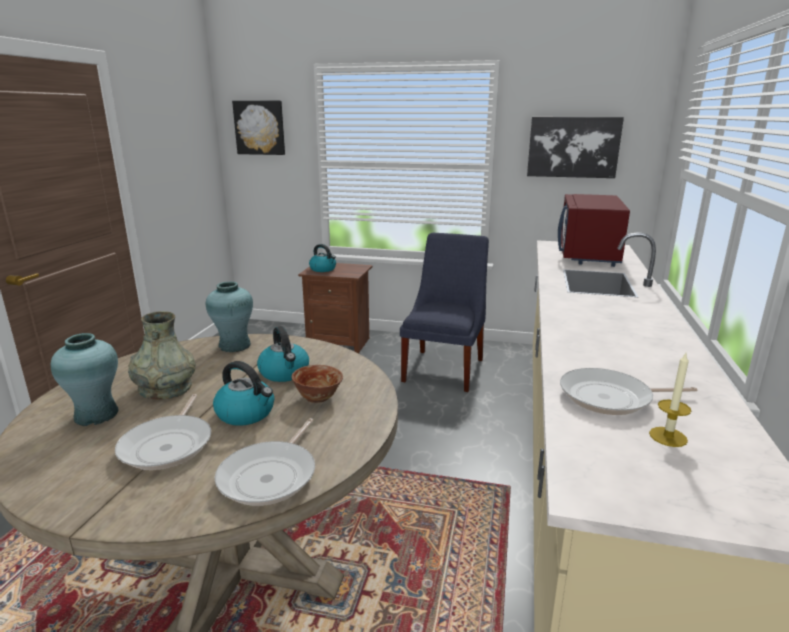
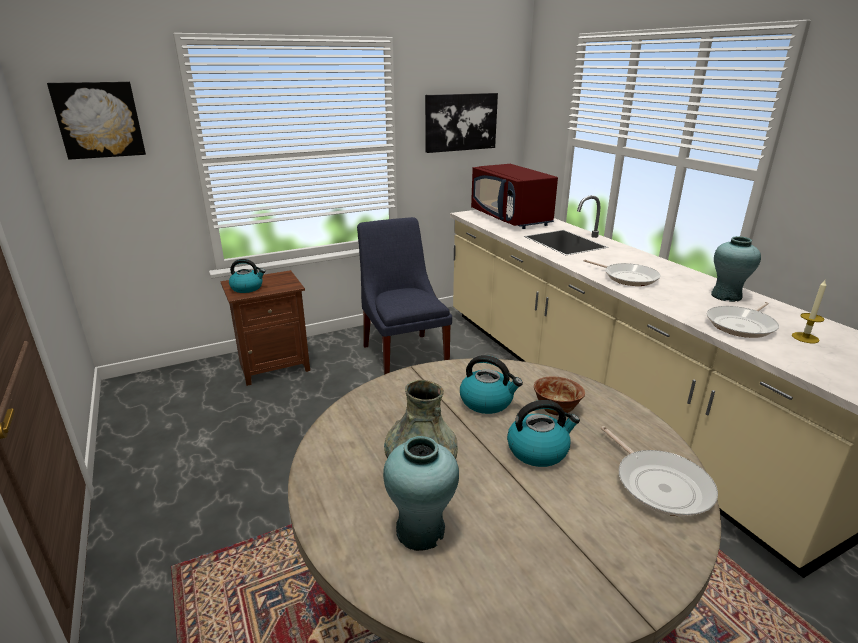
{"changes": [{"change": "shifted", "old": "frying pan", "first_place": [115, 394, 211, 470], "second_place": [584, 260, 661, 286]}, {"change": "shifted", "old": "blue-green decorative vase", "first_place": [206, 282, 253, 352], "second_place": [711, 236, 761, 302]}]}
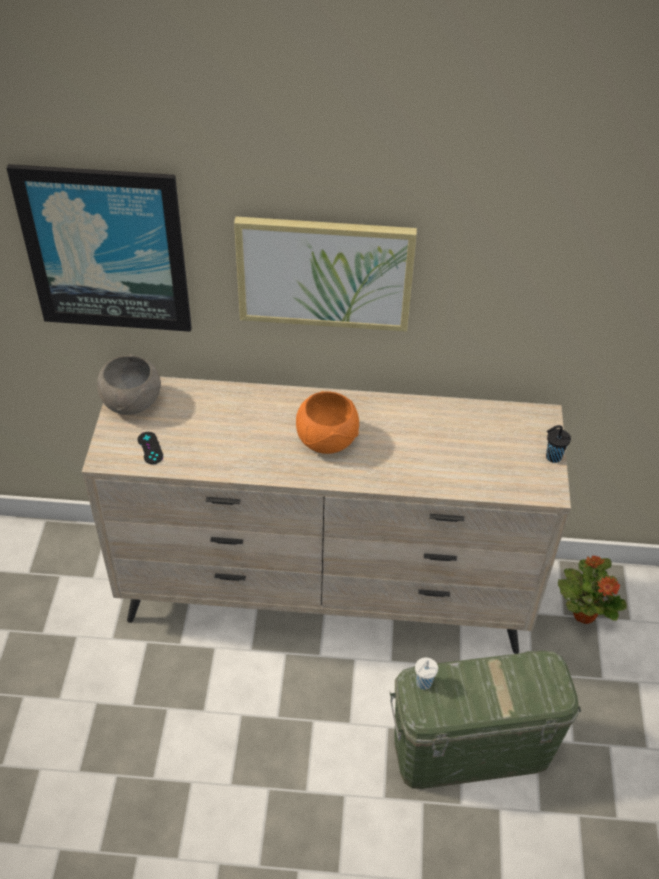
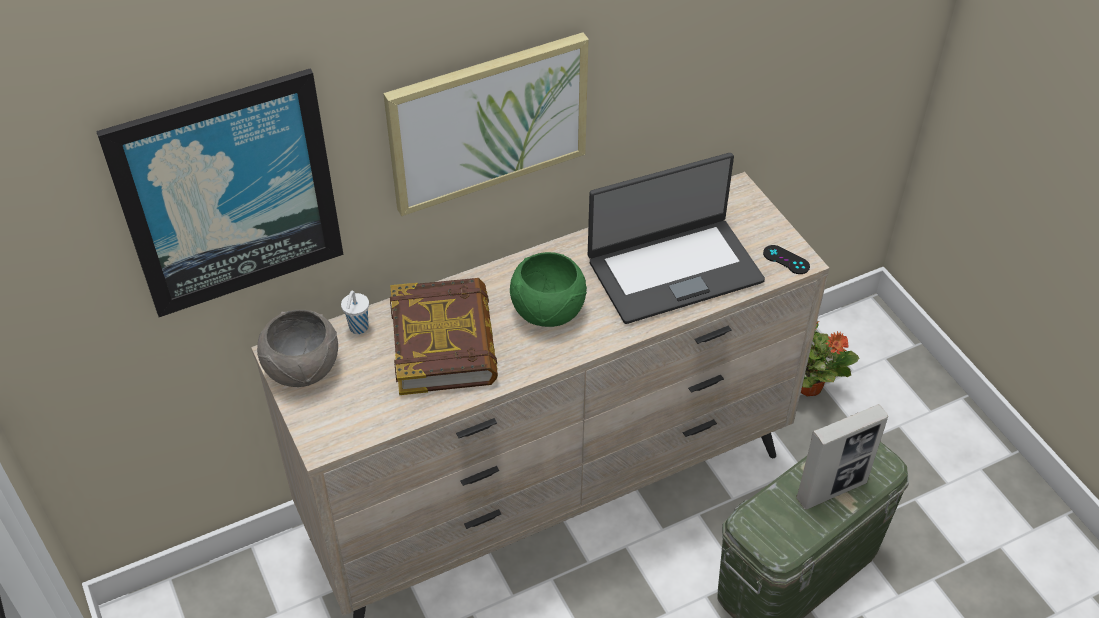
{"changes": [{"change": "gone", "old": "black-coloured small cup", "first_place": [546, 425, 571, 463]}, {"change": "new", "new": "book", "second_place": [390, 278, 498, 395]}, {"change": "new", "new": "laptop", "second_place": [588, 153, 765, 324]}, {"change": "new", "new": "picture frame", "second_place": [796, 404, 888, 510]}, {"change": "shifted", "old": "black-coloured gamepad", "first_place": [138, 432, 163, 464], "second_place": [763, 245, 810, 274]}, {"change": "shifted", "old": "white-coloured small cup", "first_place": [415, 658, 438, 690], "second_place": [341, 291, 369, 334]}, {"change": "repainted", "old": "orange-coloured bowl", "new": "green bowl", "first_place": [296, 391, 359, 454], "second_place": [510, 252, 587, 327]}]}
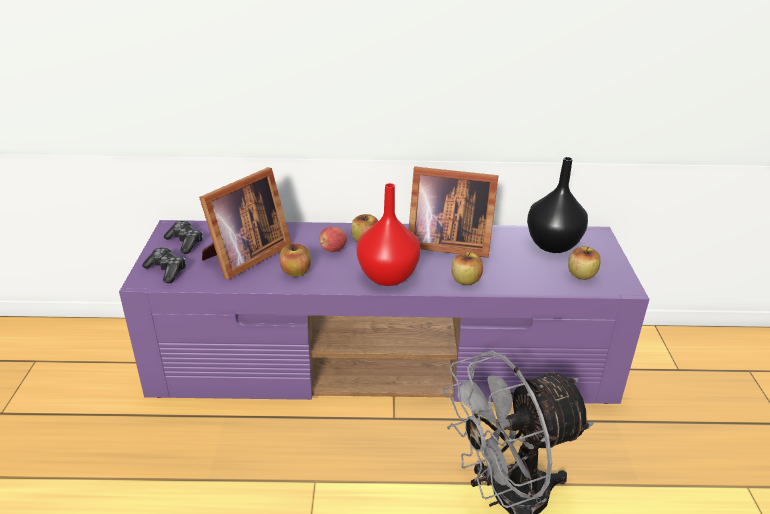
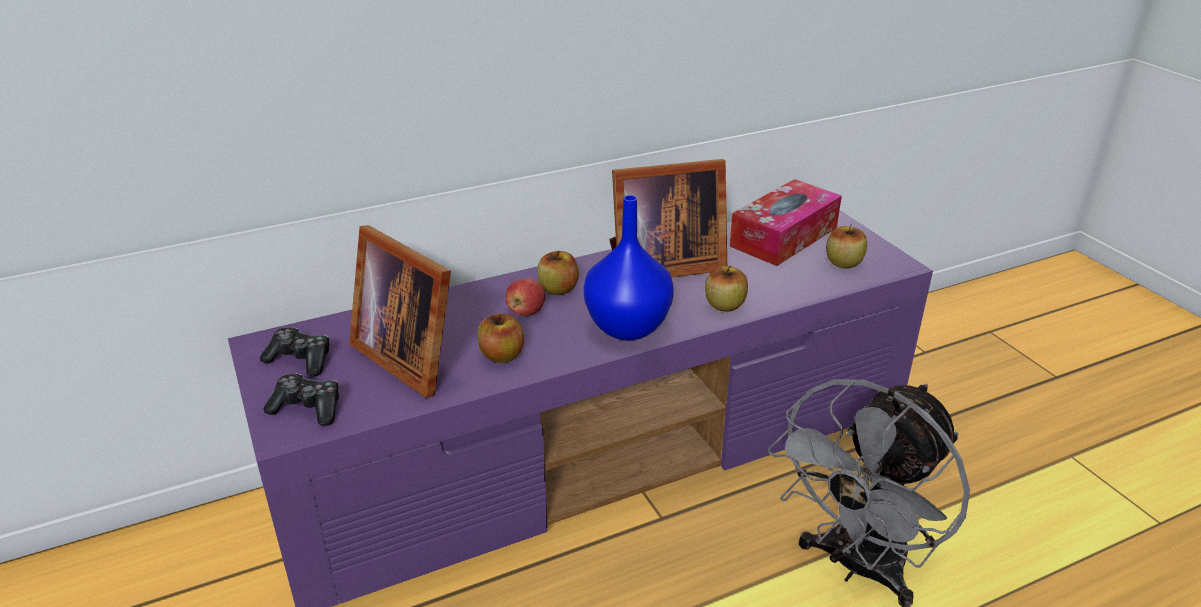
{"changes": [{"change": "swapped", "old": "black-coloured decorative vase", "new": "box of tissues", "first_place": [527, 157, 588, 253], "second_place": [730, 179, 842, 266]}, {"change": "repainted", "old": "reddish decorative vase", "new": "bluish decorative vase", "first_place": [357, 183, 420, 286], "second_place": [584, 195, 674, 341]}, {"change": "rotated", "old": "picture frame", "first_place": [199, 168, 292, 280], "second_place": [349, 225, 451, 398], "degrees": 120}]}
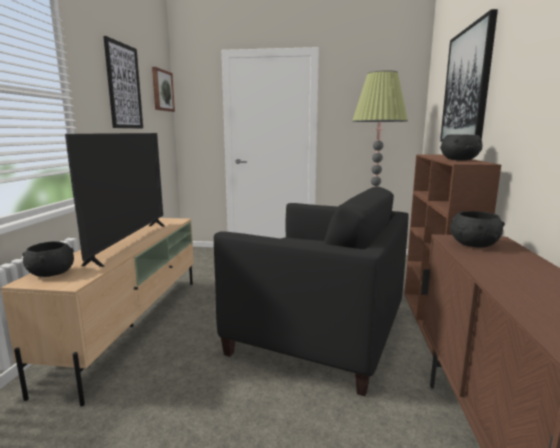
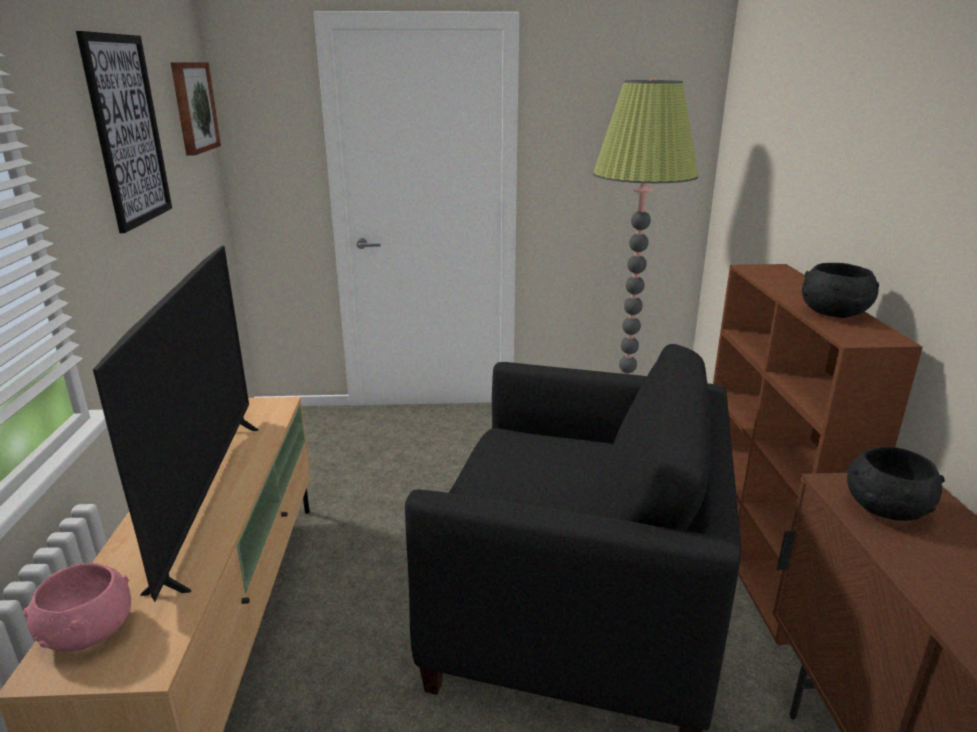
{"changes": [{"change": "gone", "old": "wall art", "first_place": [440, 9, 498, 142]}, {"change": "repainted", "old": "black-coloured bowl", "new": "pink bowl", "first_place": [23, 241, 74, 277], "second_place": [23, 563, 131, 651]}]}
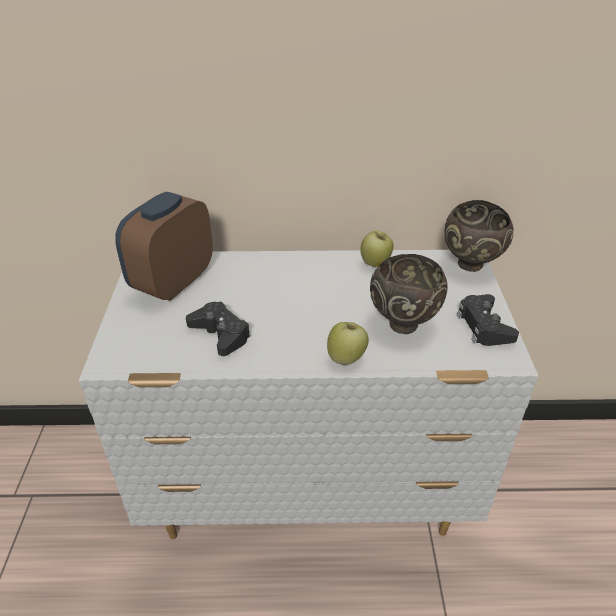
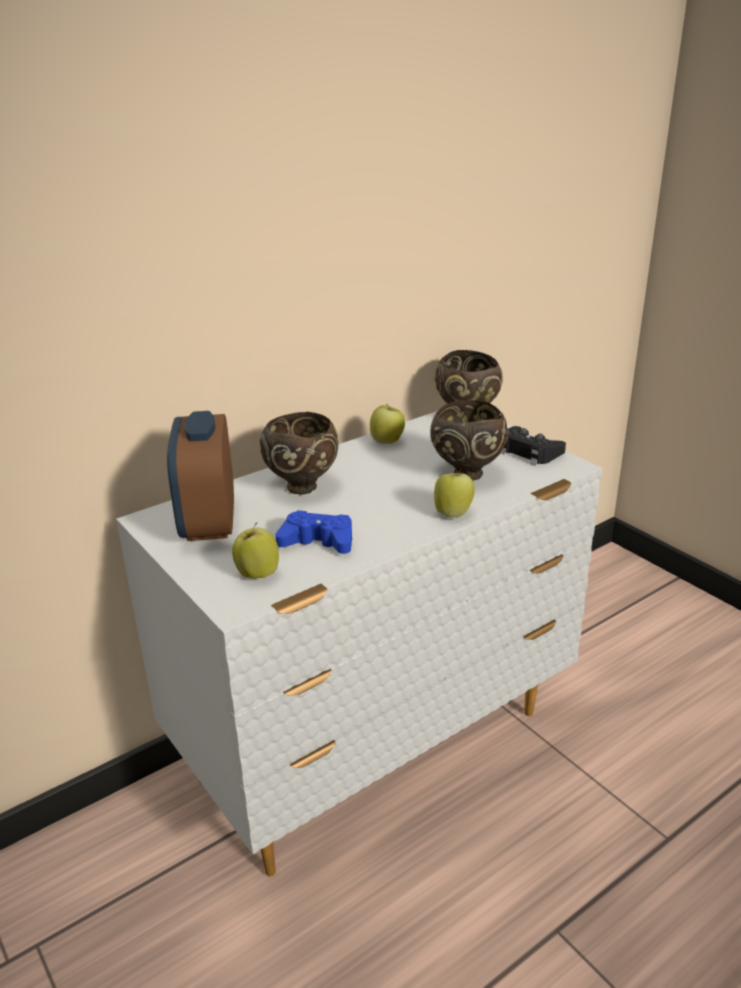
{"changes": [{"change": "new", "new": "apple", "second_place": [232, 522, 279, 578]}, {"change": "new", "new": "brownish bowl", "second_place": [260, 412, 339, 494]}, {"change": "repainted", "old": "black-coloured gamepad", "new": "bluish gamepad", "first_place": [186, 301, 251, 356], "second_place": [275, 510, 352, 554]}]}
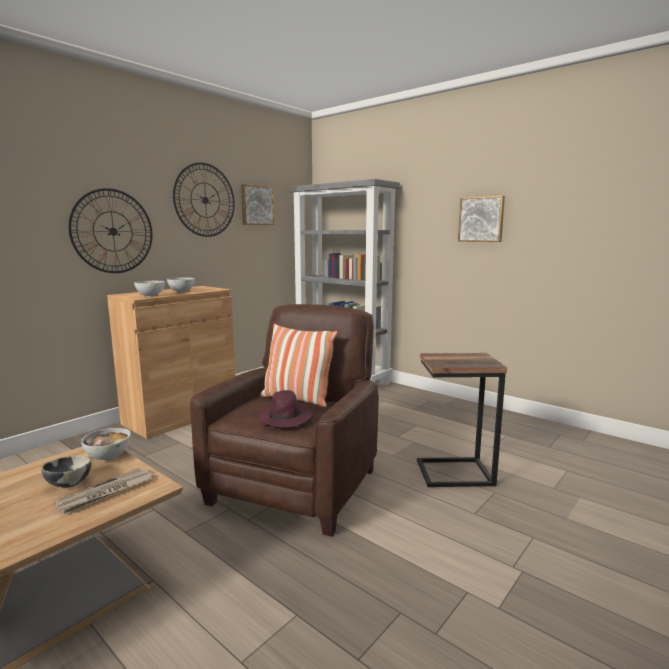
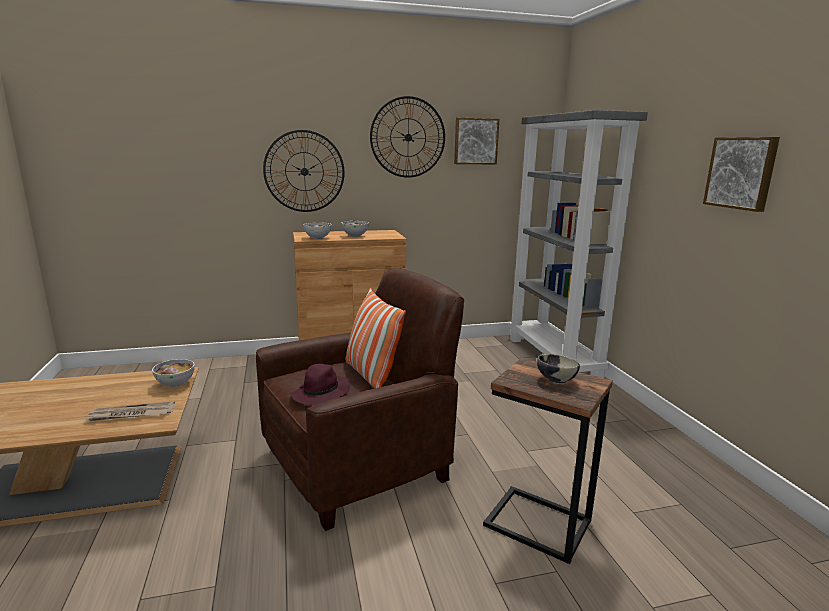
{"changes": [{"change": "shifted", "old": "bowl", "first_place": [41, 456, 91, 488], "second_place": [537, 354, 580, 383]}]}
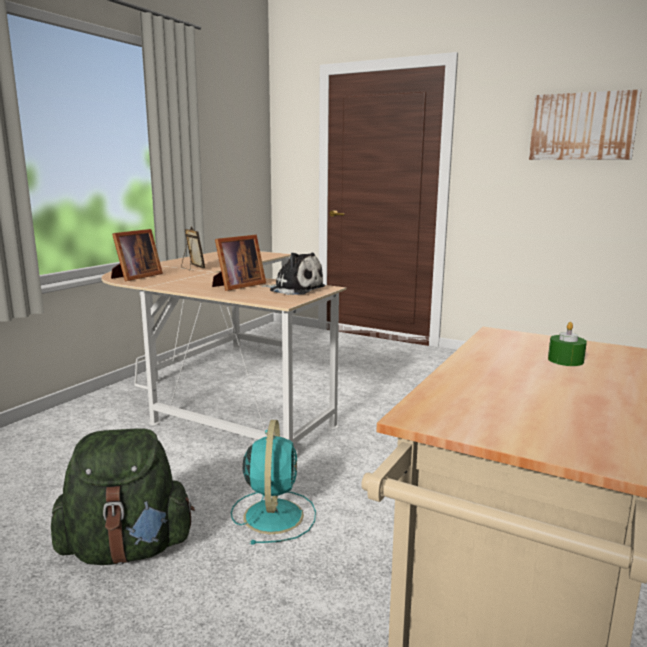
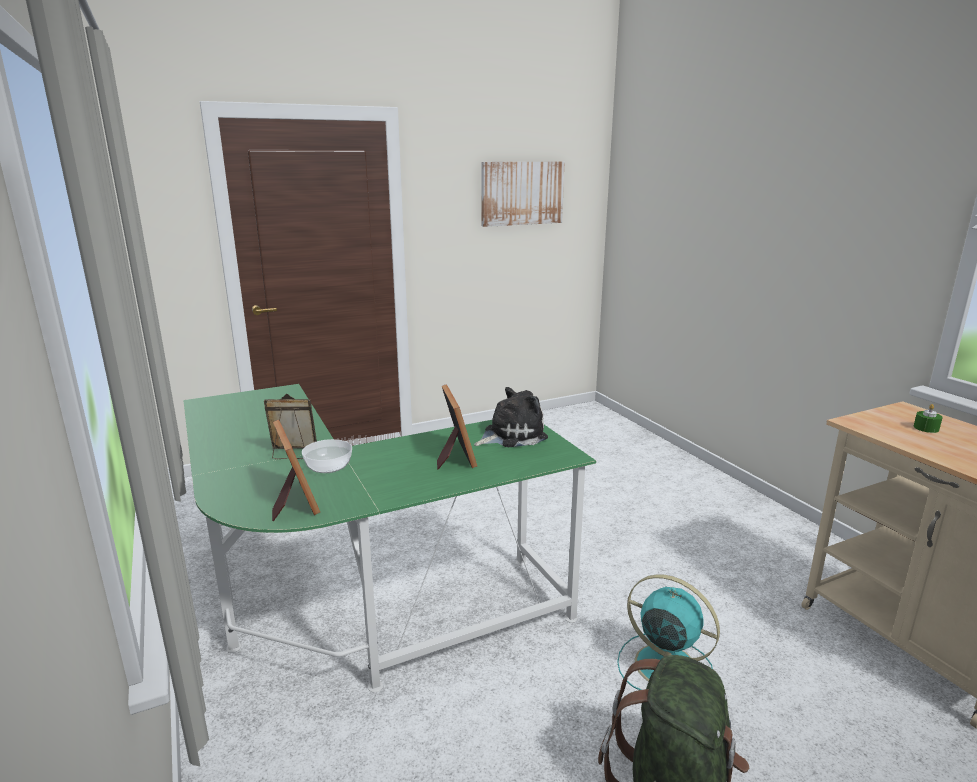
{"changes": [{"change": "new", "new": "bowl", "second_place": [302, 439, 352, 473]}, {"change": "repainted", "old": "beige-coloured desk table", "new": "green desk table", "first_place": [101, 251, 346, 462], "second_place": [183, 384, 596, 692]}]}
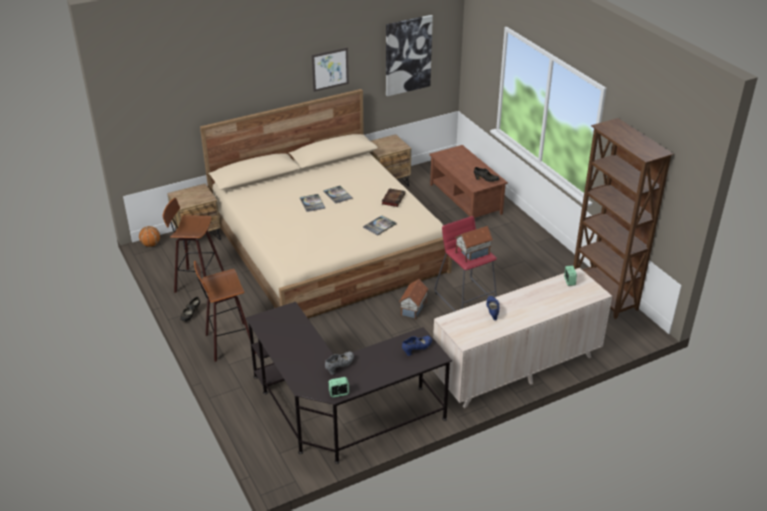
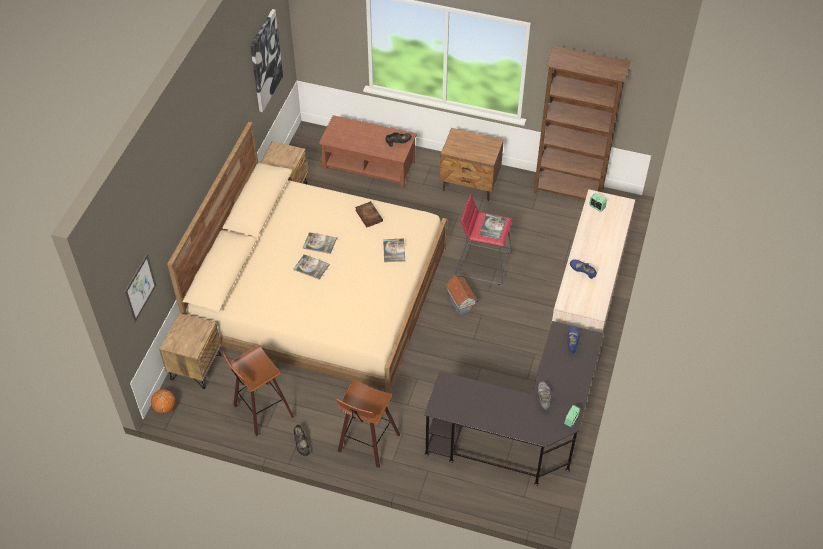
{"changes": [{"change": "new", "new": "brownish bedside table", "second_place": [440, 128, 504, 201]}, {"change": "shifted", "old": "wall art", "first_place": [311, 47, 349, 92], "second_place": [124, 254, 156, 323]}, {"change": "swapped", "old": "toy house", "new": "book", "first_place": [455, 226, 493, 262], "second_place": [479, 214, 506, 240]}]}
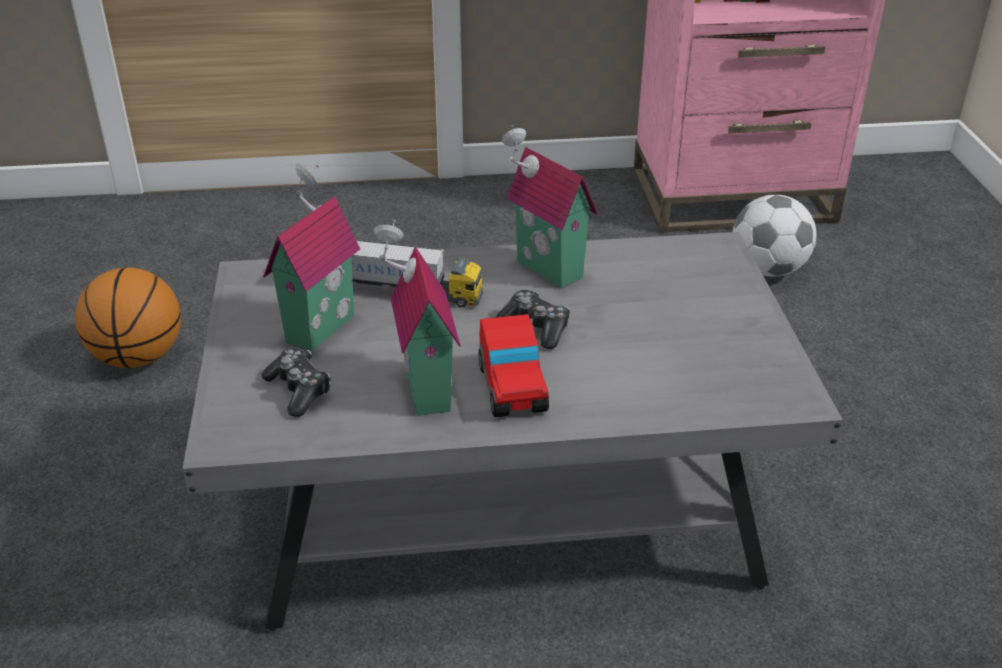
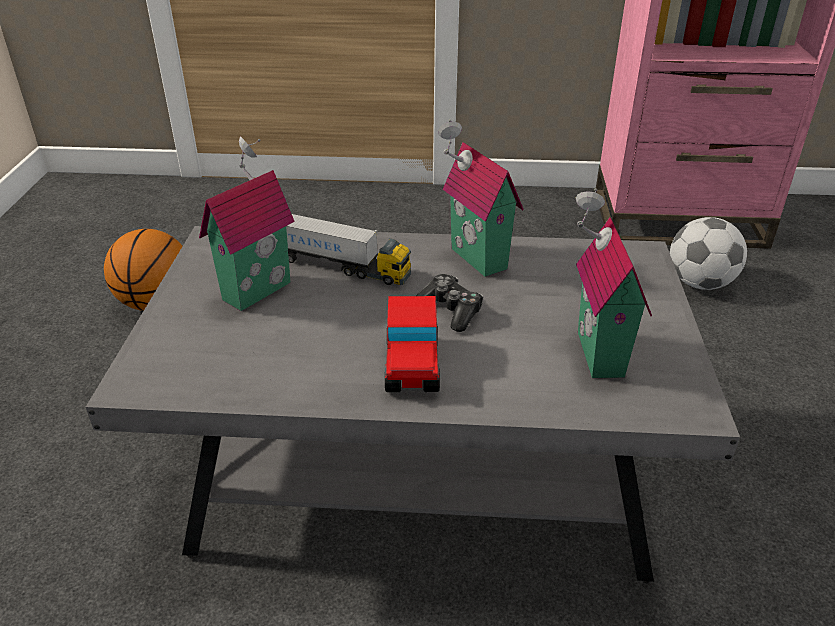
{"changes": [{"change": "gone", "old": "gamepad", "first_place": [261, 347, 331, 417]}, {"change": "shifted", "old": "toy house", "first_place": [374, 219, 461, 416], "second_place": [576, 188, 652, 378]}]}
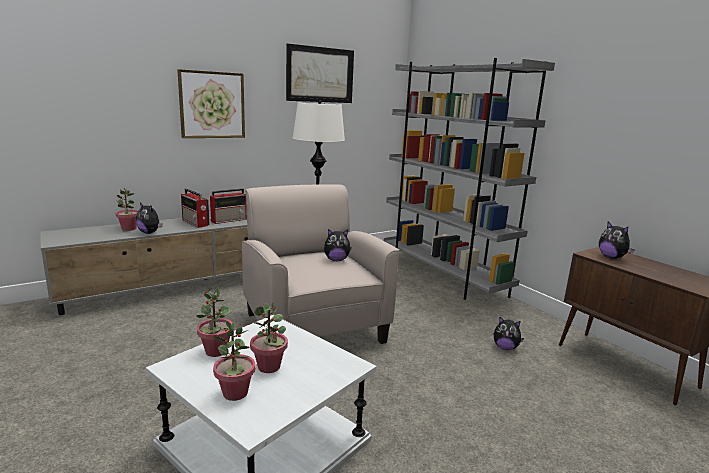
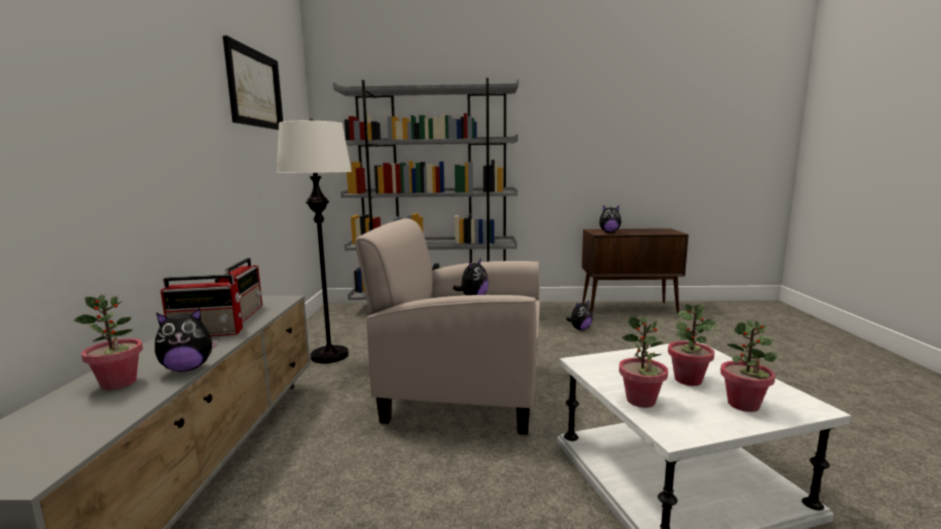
{"changes": [{"change": "gone", "old": "wall art", "first_place": [177, 69, 245, 138]}]}
